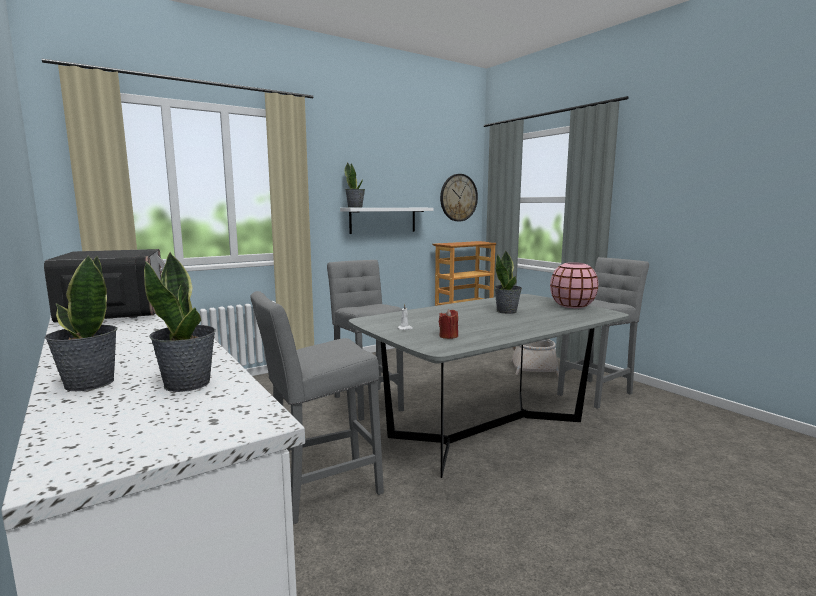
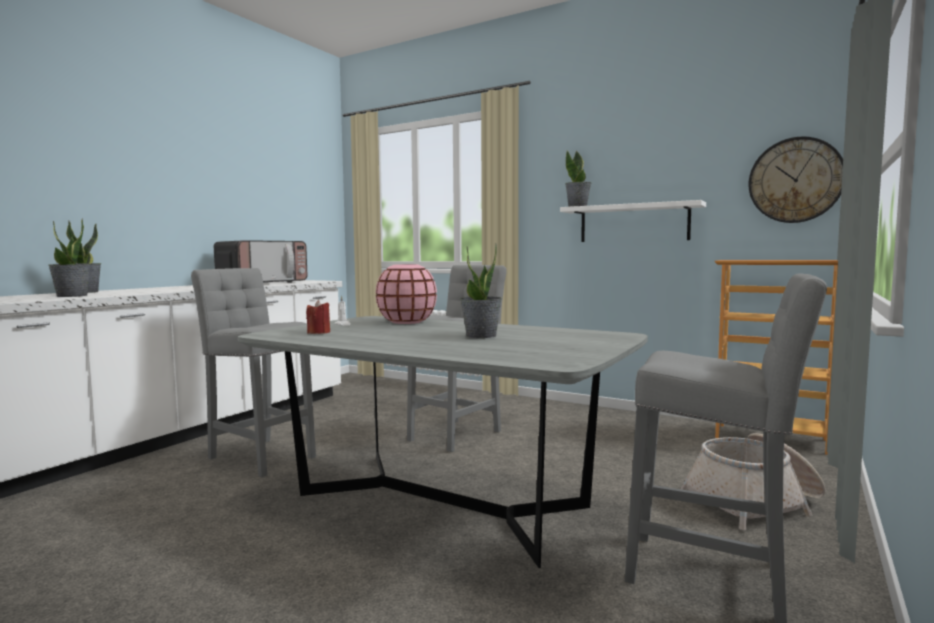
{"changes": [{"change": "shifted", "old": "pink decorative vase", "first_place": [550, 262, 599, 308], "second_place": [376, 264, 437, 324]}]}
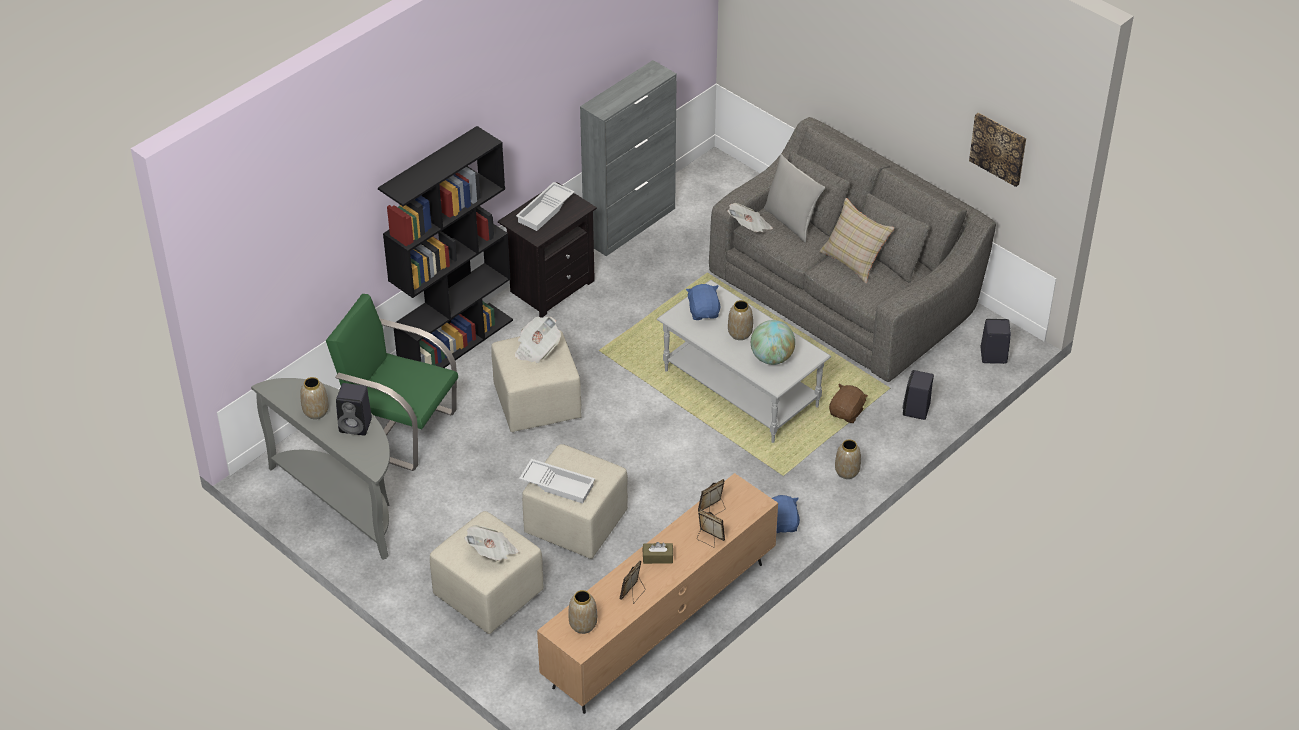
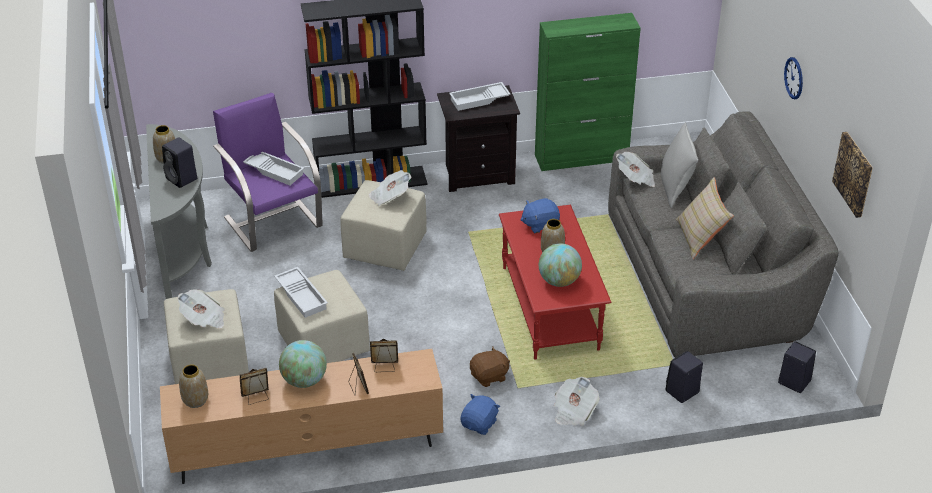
{"changes": [{"change": "new", "new": "white-coloured serving tray", "second_place": [243, 152, 304, 185]}, {"change": "new", "new": "clock on the wall", "second_place": [784, 57, 803, 99]}, {"change": "shifted", "old": "brownish plush toy", "first_place": [829, 384, 868, 423], "second_place": [470, 347, 510, 387]}, {"change": "swapped", "old": "brownish box of tissues", "new": "world globe", "first_place": [643, 542, 673, 564], "second_place": [279, 340, 327, 388]}, {"change": "swapped", "old": "decorative vase", "new": "newspaper", "first_place": [835, 440, 861, 479], "second_place": [554, 377, 600, 426]}, {"change": "repainted", "old": "green armchair", "new": "purple armchair", "first_place": [326, 294, 458, 471], "second_place": [213, 93, 323, 252]}, {"change": "repainted", "old": "greyish cupboard", "new": "green cupboard", "first_place": [580, 60, 677, 256], "second_place": [535, 13, 641, 171]}, {"change": "repainted", "old": "greyish coffee table", "new": "reddish coffee table", "first_place": [657, 280, 831, 443], "second_place": [499, 205, 611, 360]}, {"change": "rotated", "old": "bluish plush toy", "first_place": [686, 284, 720, 320], "second_place": [521, 198, 560, 233], "degrees": -135}]}
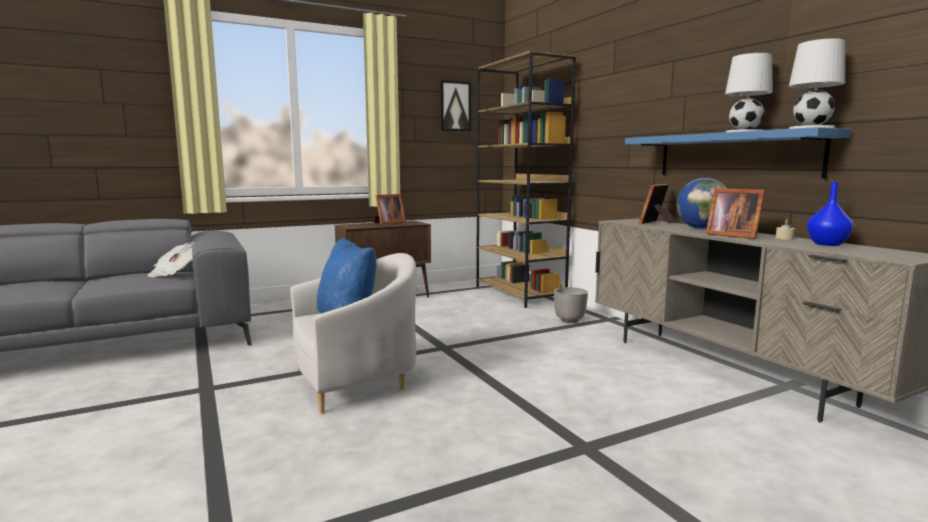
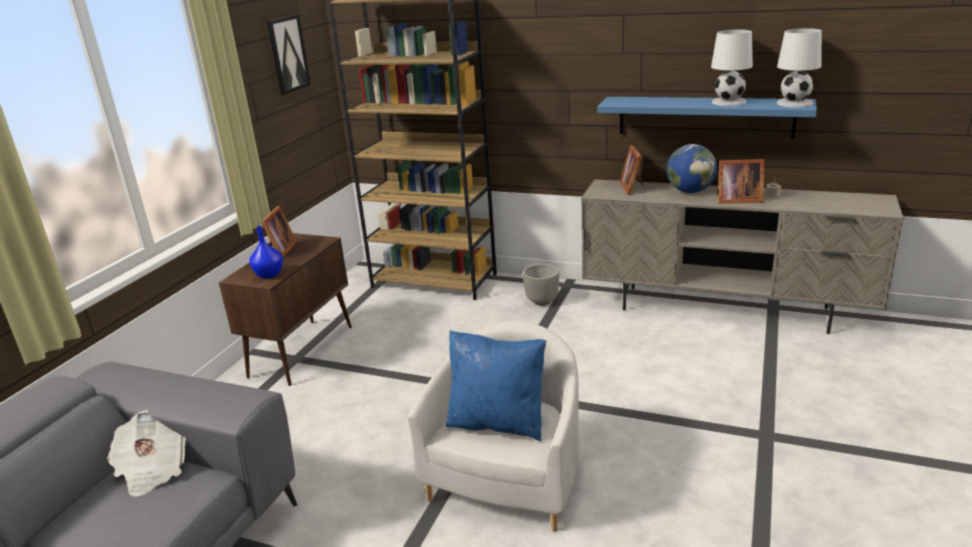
{"changes": [{"change": "shifted", "old": "bluish decorative vase", "first_place": [807, 182, 853, 246], "second_place": [249, 226, 283, 279]}]}
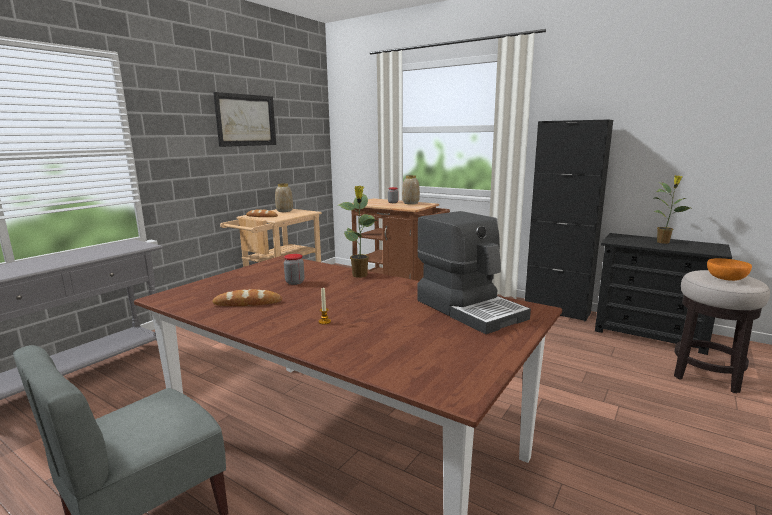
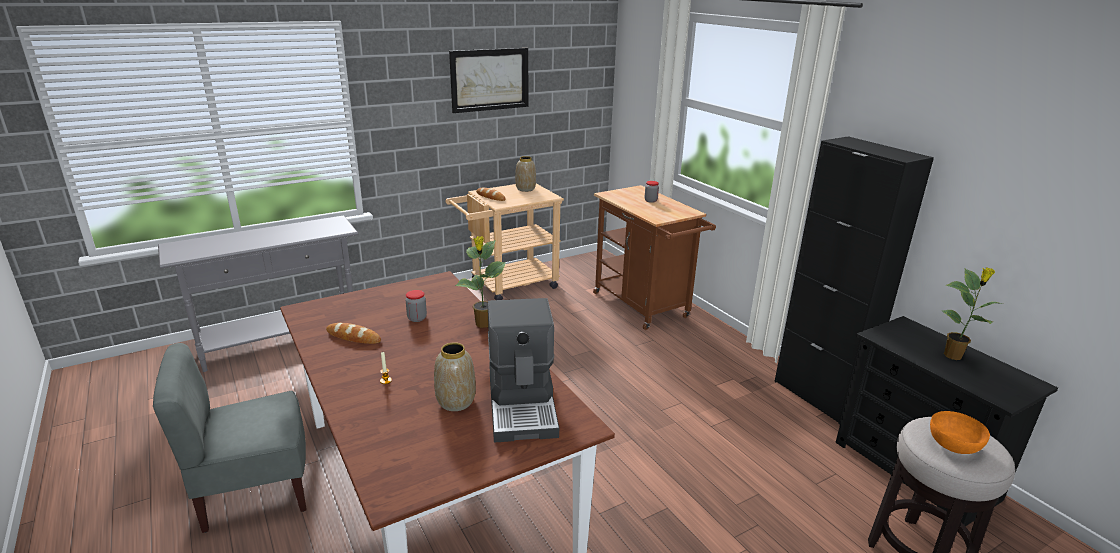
{"changes": [{"change": "shifted", "old": "decorative vase", "first_place": [402, 175, 420, 204], "second_place": [434, 342, 476, 411]}]}
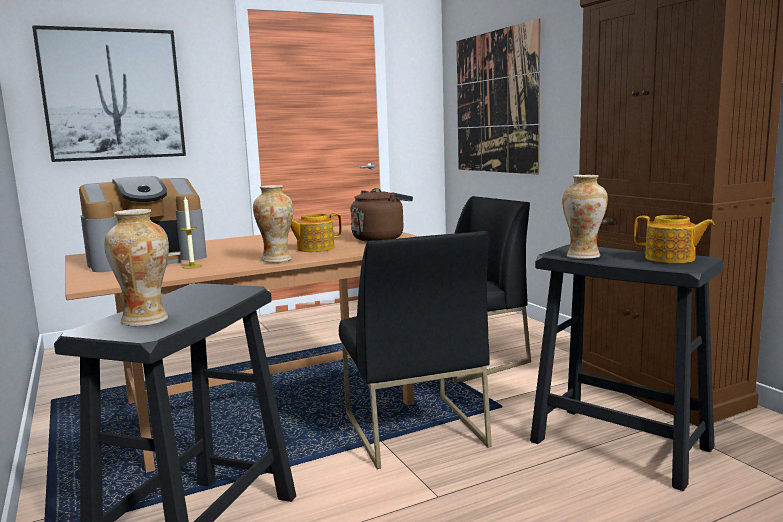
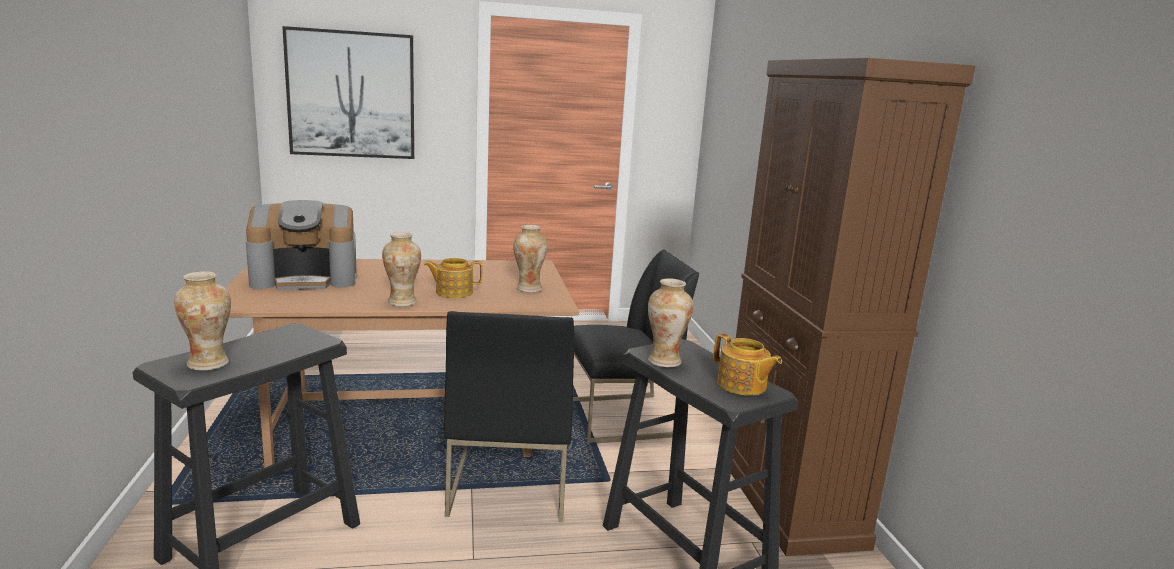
{"changes": [{"change": "gone", "old": "wax light", "first_place": [180, 197, 202, 269]}, {"change": "gone", "old": "wall art", "first_place": [457, 18, 541, 174]}, {"change": "swapped", "old": "brownish water kettle", "new": "decorative vase", "first_place": [350, 188, 413, 242], "second_place": [513, 225, 547, 292]}]}
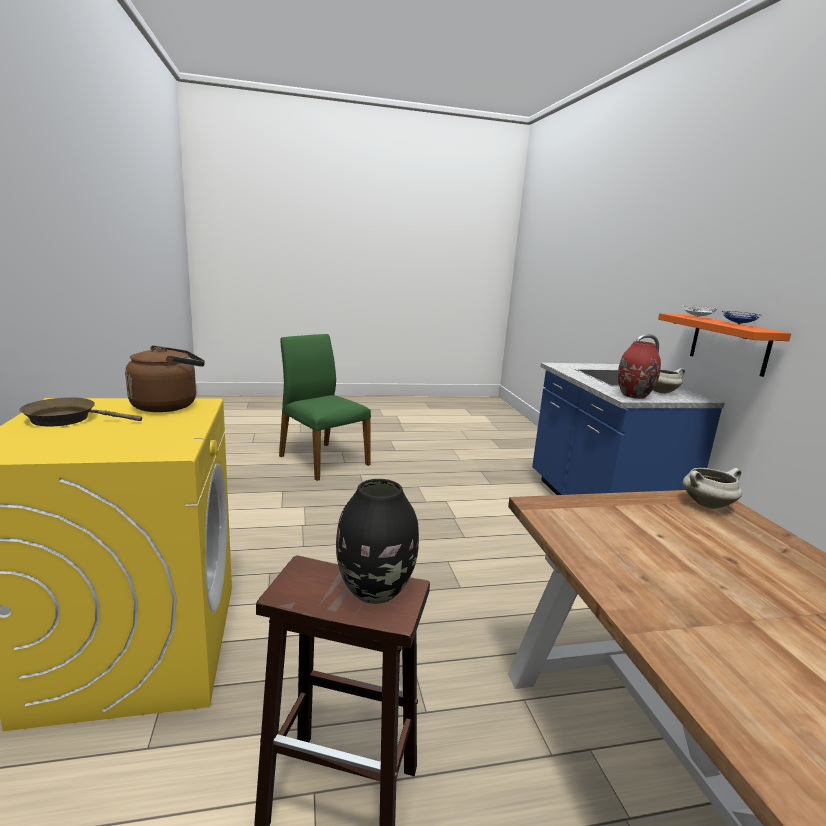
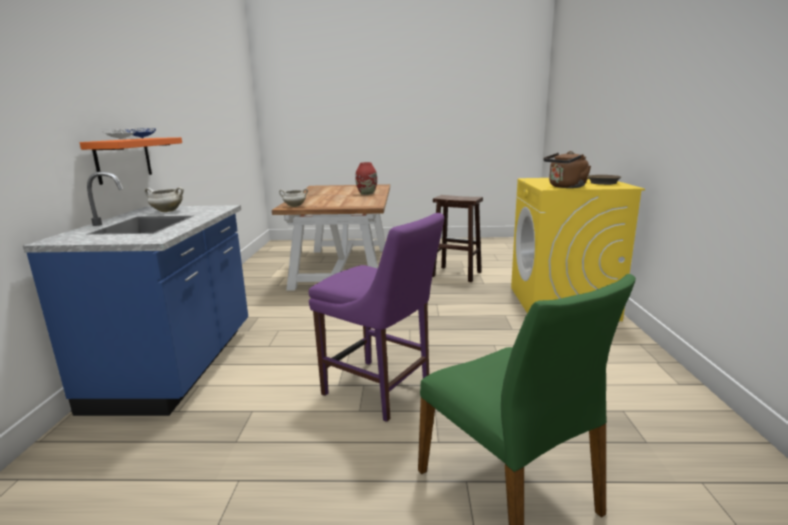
{"changes": [{"change": "gone", "old": "black-coloured decorative vase", "first_place": [336, 479, 419, 604]}, {"change": "new", "new": "purple chair", "second_place": [309, 213, 444, 422]}, {"change": "shifted", "old": "reddish decorative vase", "first_place": [618, 341, 661, 399], "second_place": [355, 162, 377, 195]}]}
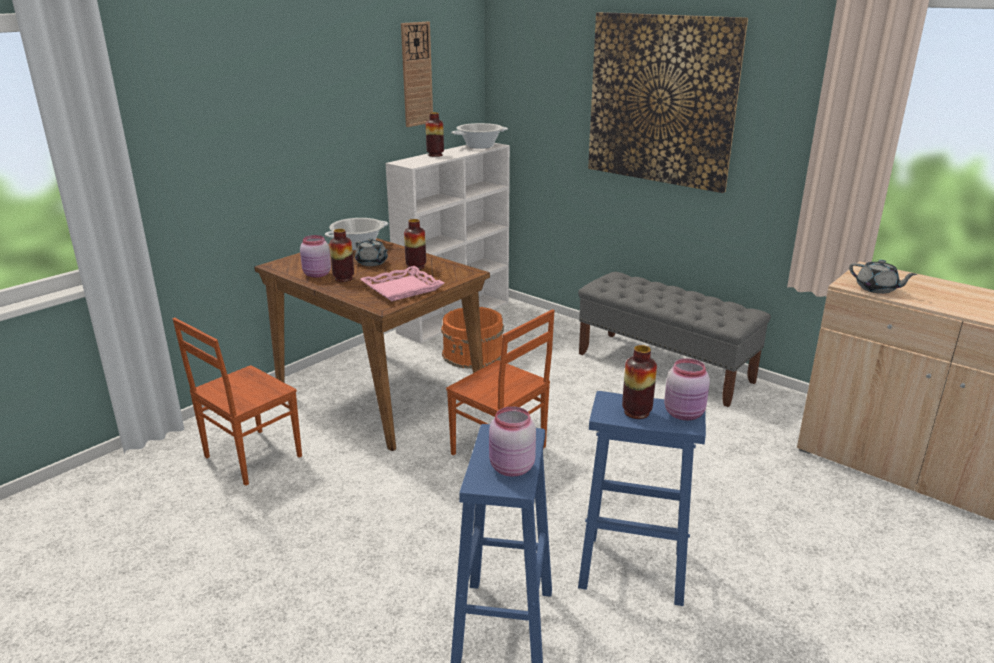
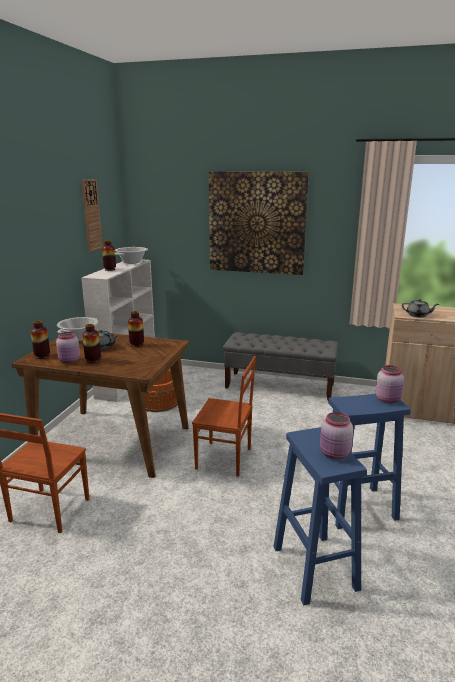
{"changes": [{"change": "gone", "old": "pink serving tray", "first_place": [360, 266, 444, 301]}, {"change": "shifted", "old": "decorative vase", "first_place": [622, 345, 657, 419], "second_place": [31, 321, 50, 359]}]}
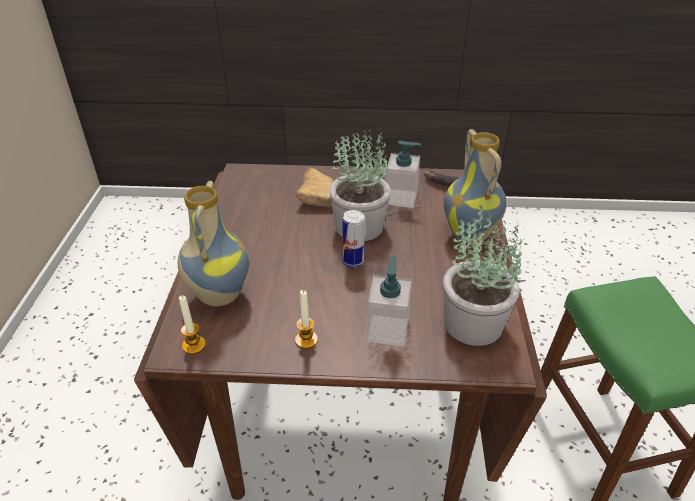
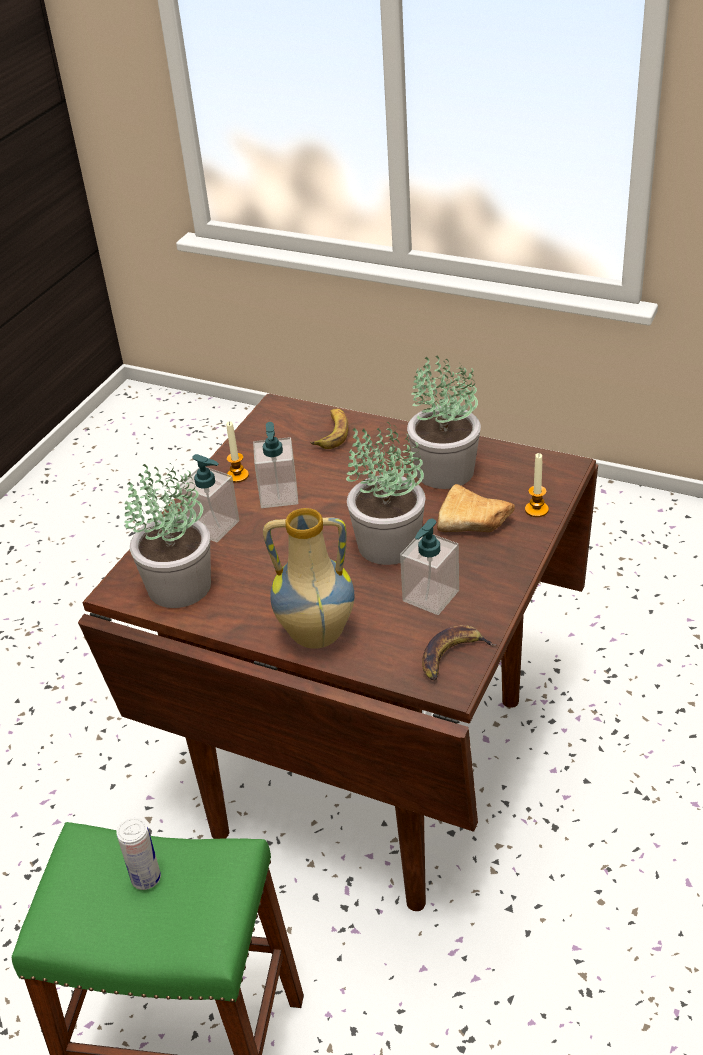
{"changes": [{"change": "new", "new": "soap bottle", "second_place": [253, 422, 298, 508]}, {"change": "new", "new": "plant in a pot", "second_place": [407, 355, 481, 489]}, {"change": "shifted", "old": "wax light", "first_place": [179, 295, 206, 354], "second_place": [525, 453, 549, 517]}, {"change": "shifted", "old": "metal can", "first_place": [342, 210, 365, 268], "second_place": [116, 818, 161, 890]}, {"change": "swapped", "old": "decorative vase", "new": "whole banana", "first_place": [178, 181, 249, 306], "second_place": [310, 409, 348, 449]}]}
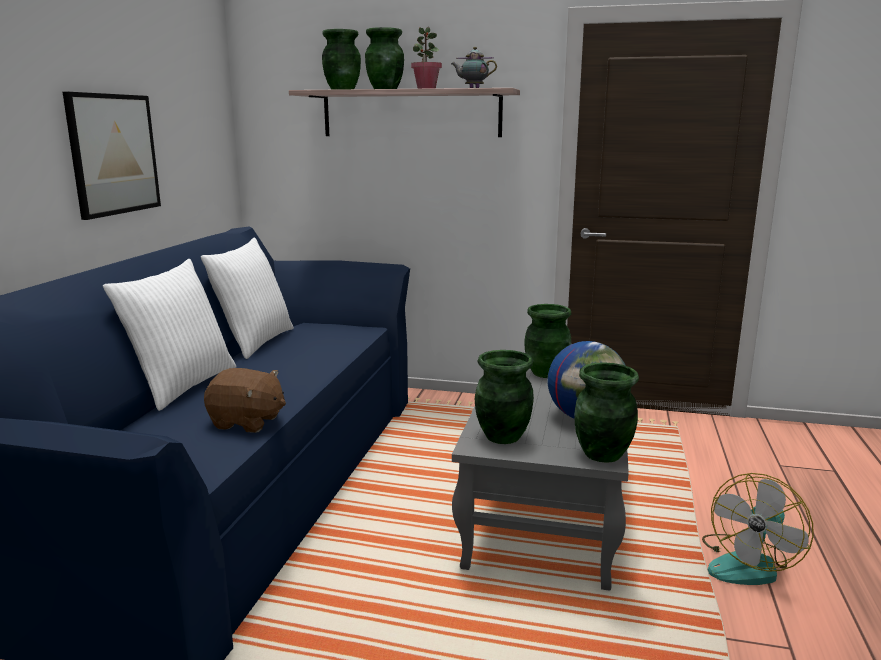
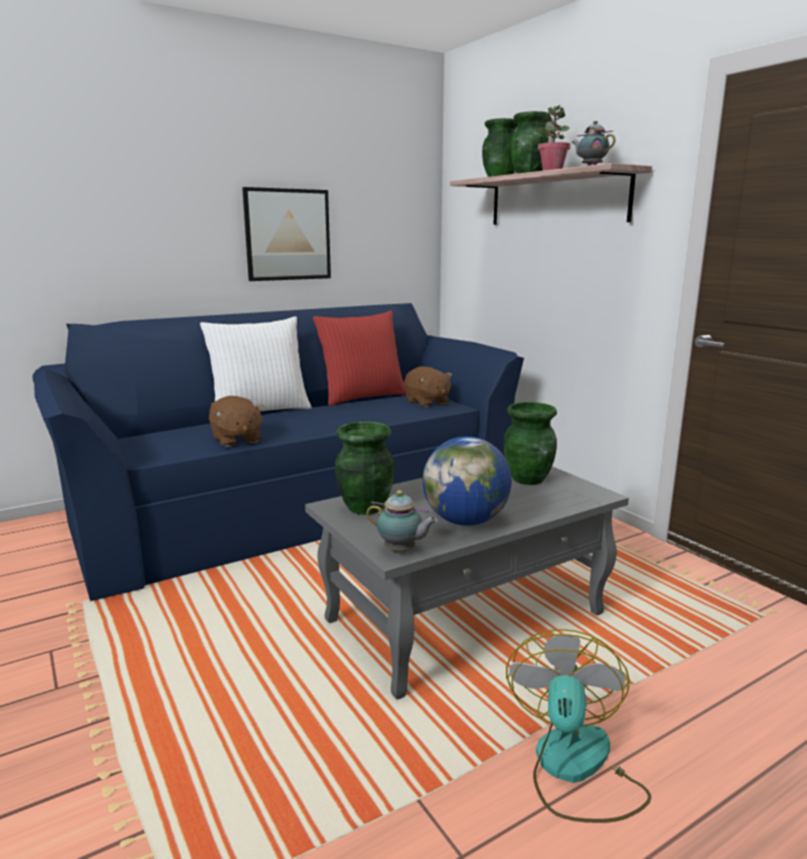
{"changes": [{"change": "new", "new": "brownish plush toy", "second_place": [404, 366, 452, 407]}, {"change": "swapped", "old": "green decorative vase", "new": "tea pot", "first_place": [574, 362, 639, 463], "second_place": [366, 490, 438, 551]}, {"change": "repainted", "old": "white-coloured pillow", "new": "reddish pillow", "first_place": [201, 238, 294, 359], "second_place": [313, 311, 407, 406]}, {"change": "rotated", "old": "cooling fan", "first_place": [702, 473, 814, 585], "second_place": [506, 629, 651, 823], "degrees": 105}]}
